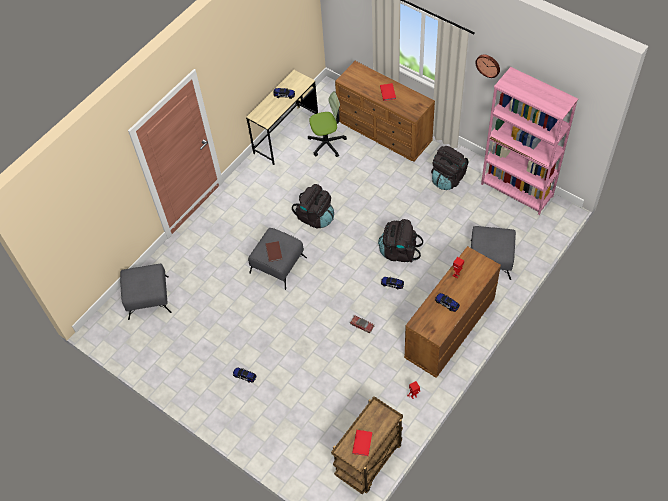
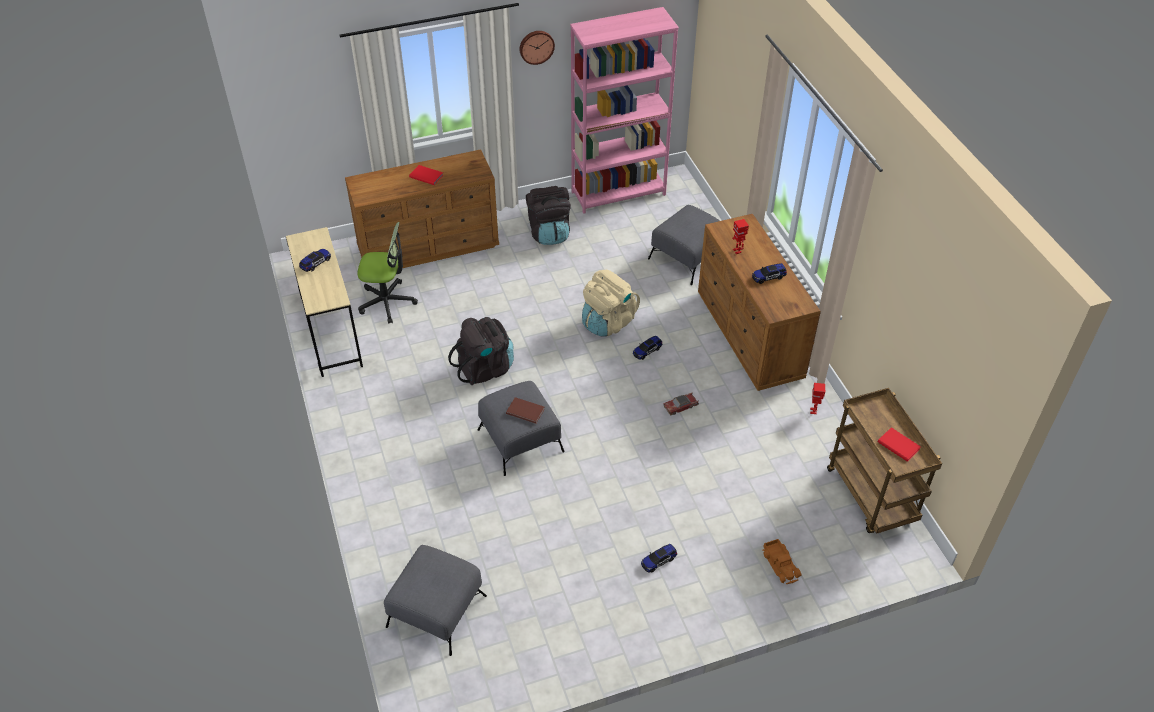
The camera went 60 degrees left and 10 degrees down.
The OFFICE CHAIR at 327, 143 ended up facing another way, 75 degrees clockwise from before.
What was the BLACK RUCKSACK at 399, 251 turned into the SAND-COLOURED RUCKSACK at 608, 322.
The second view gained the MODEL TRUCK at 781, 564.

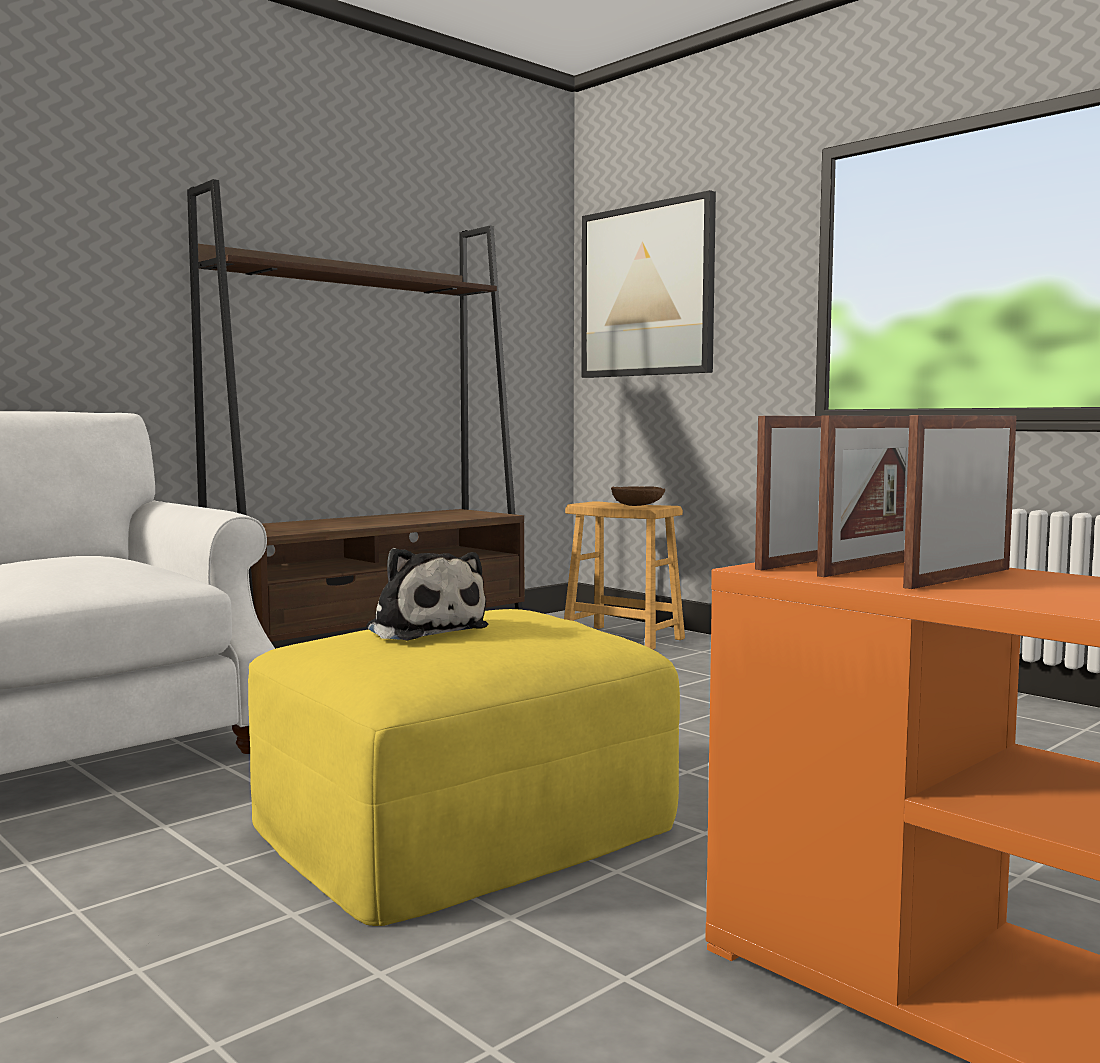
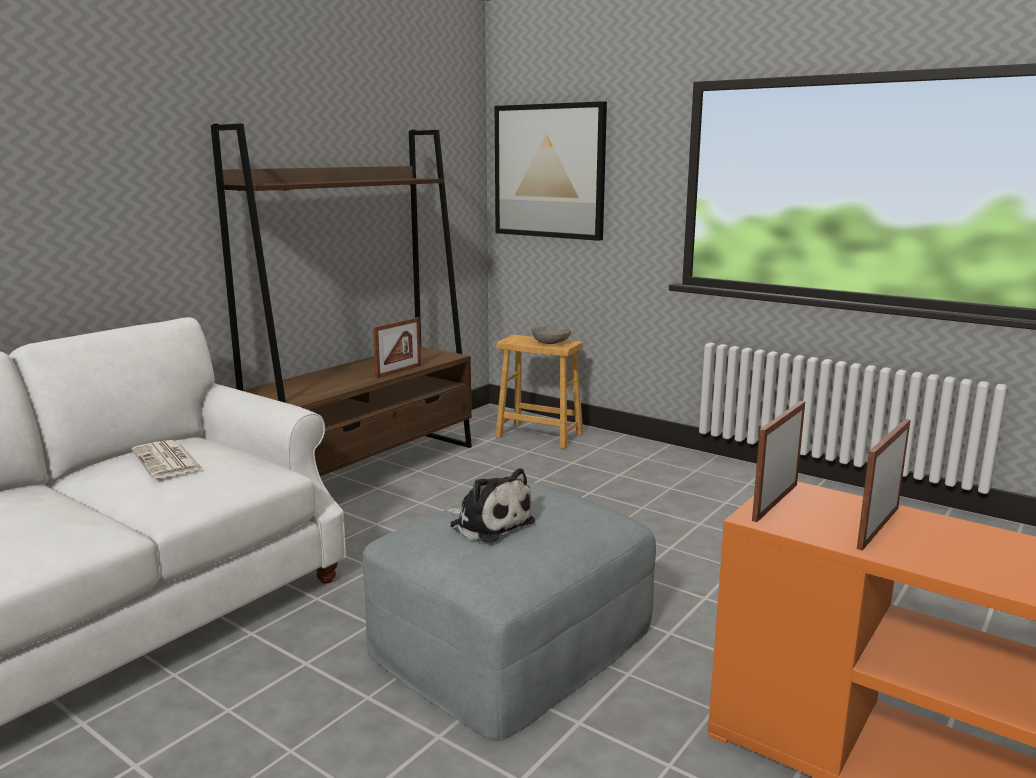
The camera went 10 degrees left and 10 degrees up.
The second view gained the PRINTED PAPER at 168, 461.
What was the YELLOW POUFFE at 462, 825 turned into the GREY POUFFE at 511, 641.
The STANDING FRAME ended up elsewhere, having gone from 871, 567 to 399, 371.
What was the BROWN-COLOURED BOWL at 637, 505 turned into the GREY BOWL at 551, 343.

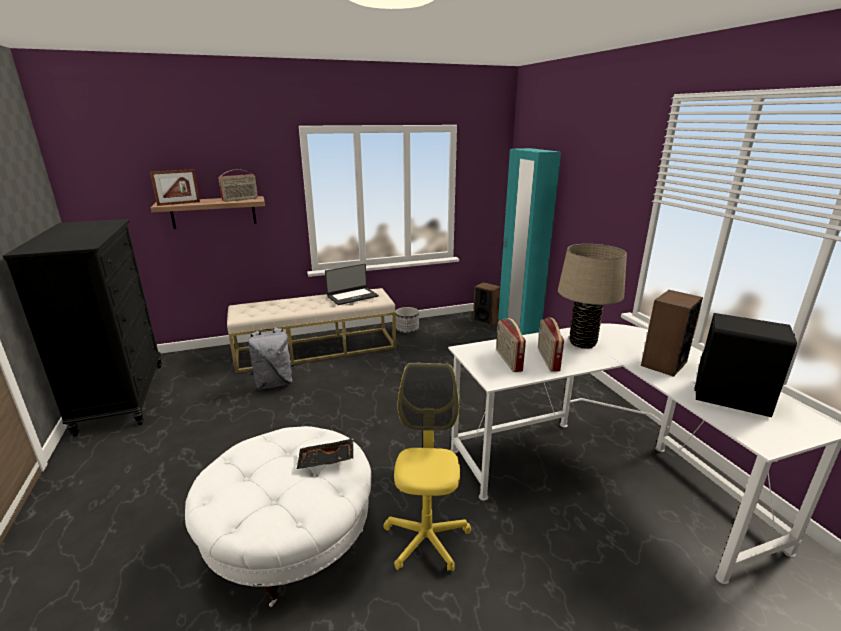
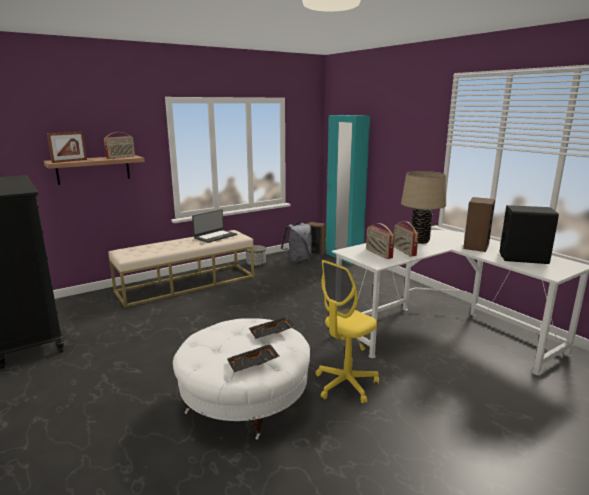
The camera went 15 degrees left and 5 degrees down.
The second view gained the BLACK TRAY at 253, 364.
The GREY RUCKSACK ended up elsewhere, having gone from 274, 383 to 298, 259.
The YELLOW OFFICE CHAIR at 426, 539 ended up facing another way, 120 degrees counterclockwise from before.

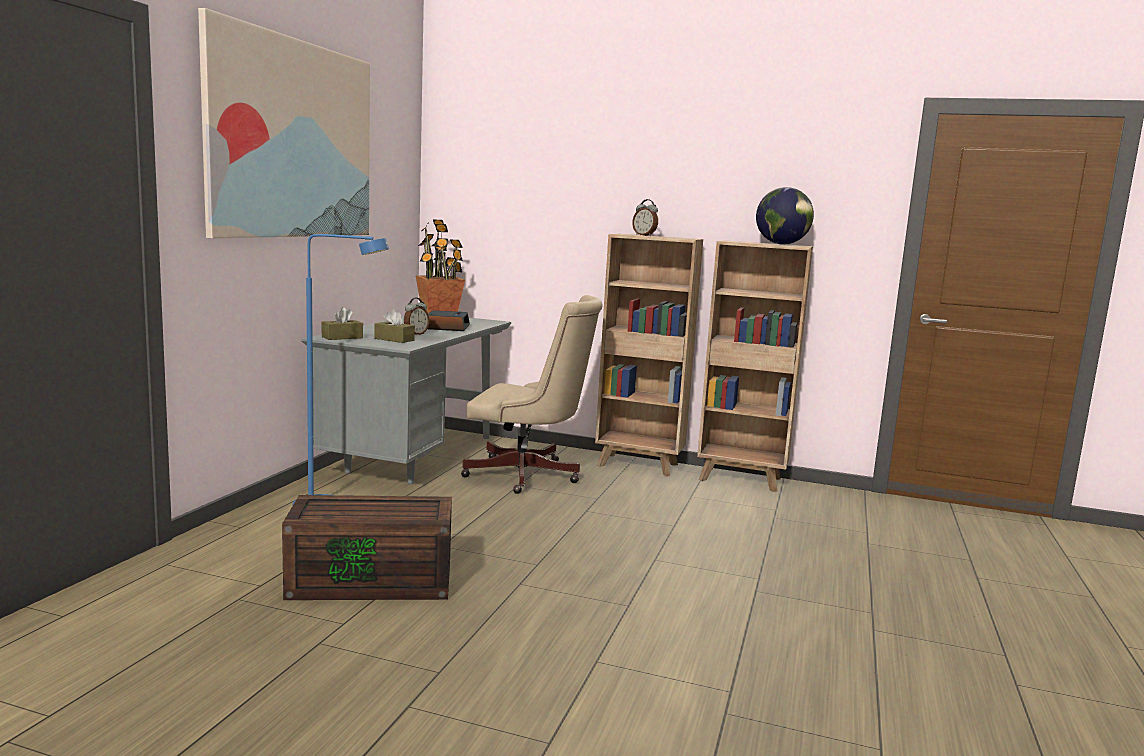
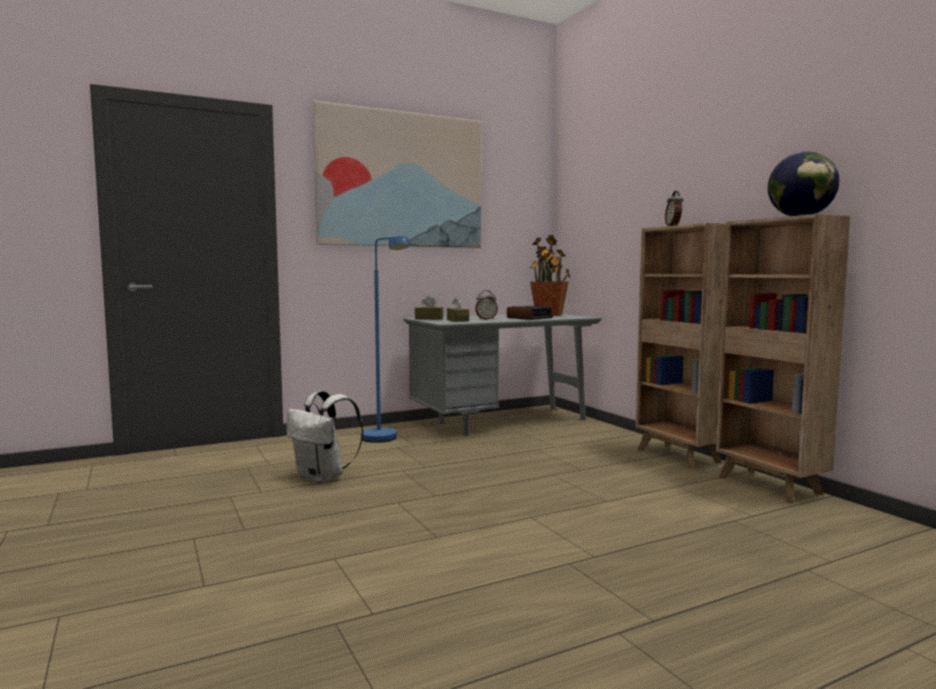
The camera went 45 degrees right and 5 degrees down.
Where the BROWN-COLOURED STORAGE BIN stood at 374, 580, the WHITISH RUCKSACK came to stand at 323, 477.
The second view lost the SAND-COLOURED OFFICE CHAIR at 528, 476.

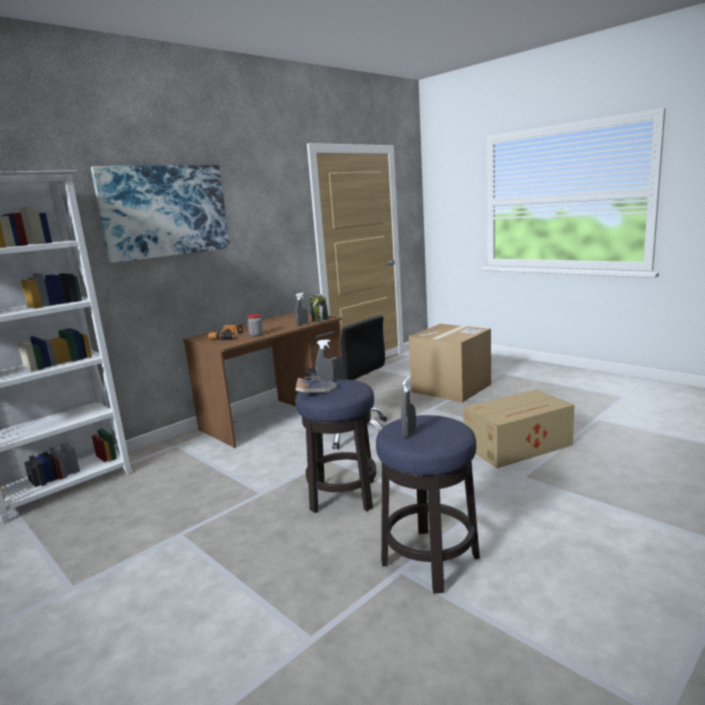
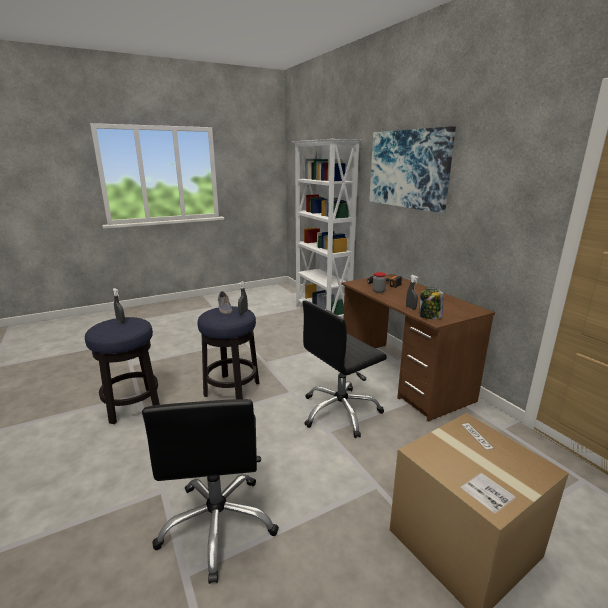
The camera went 105 degrees right and 5 degrees up.
Where the PACKING BOX stood at 519, 446, the BLACK OFFICE CHAIR came to stand at 218, 524.

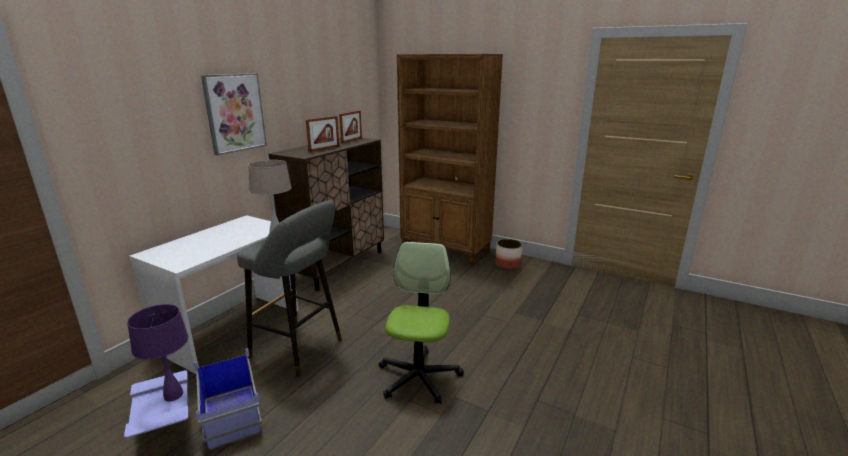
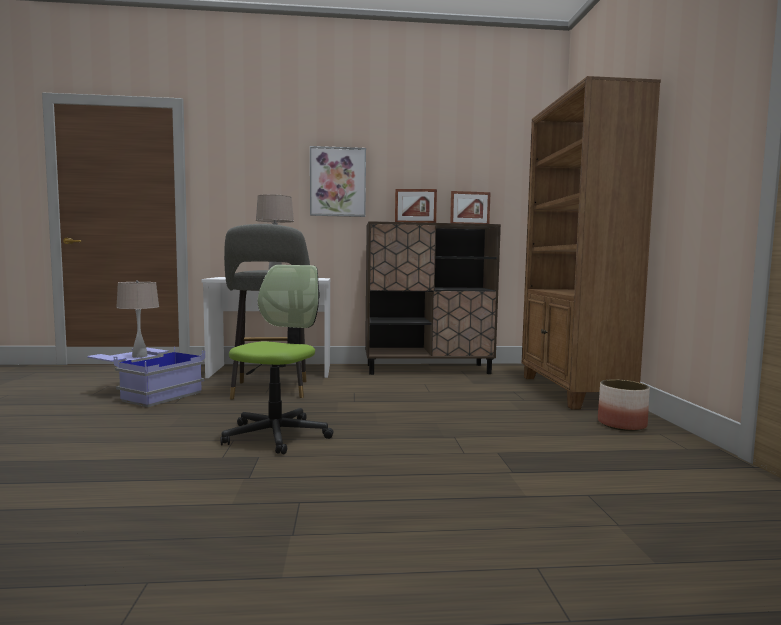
The camera went 55 degrees right and 15 degrees down.
What was the PURPLE-COLOURED TABLE LAMP at 173, 395 turned into the SAND-COLOURED TABLE LAMP at 140, 356.
The OFFICE CHAIR at 418, 377 ended up facing another way, 45 degrees counterclockwise from before.

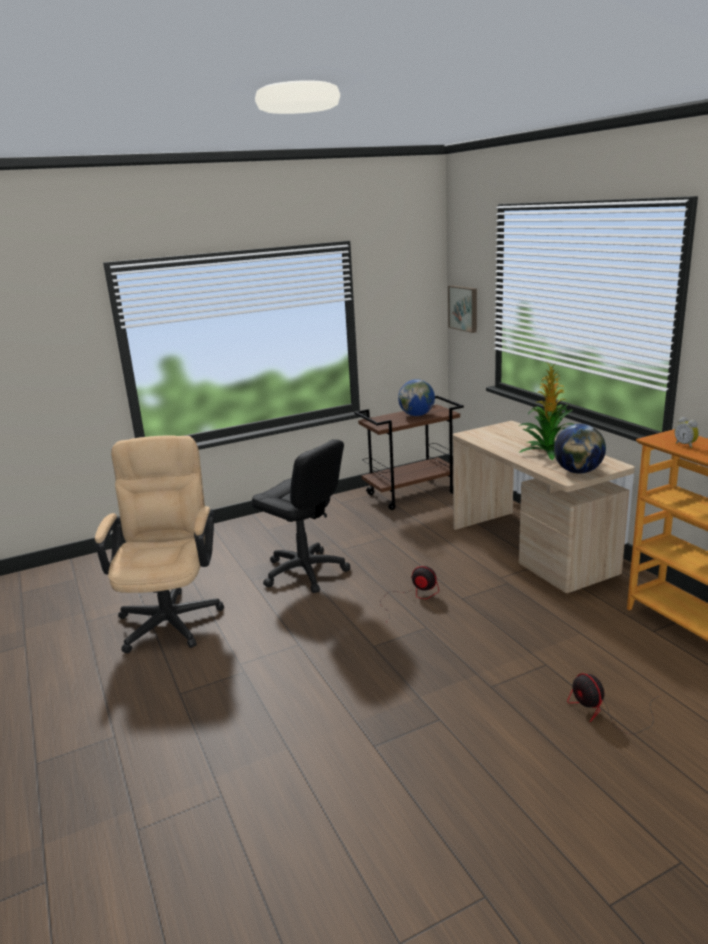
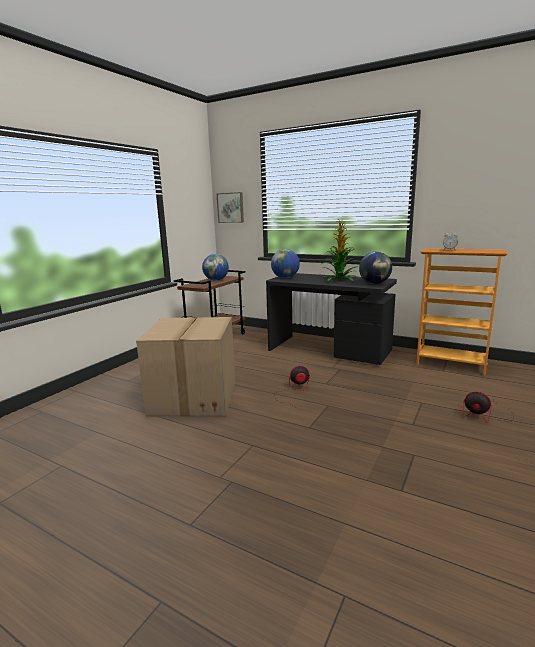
The camera went 35 degrees left and 5 degrees down.
Where the BLACK OFFICE CHAIR stood at 305, 572, the PACKING BOX came to stand at 195, 398.
What was the SAND-COLOURED DESK at 532, 550 turned into the BLACK DESK at 329, 350.
The second view gained the DESK GLOBE at 285, 278.
The second view lost the SAND-COLOURED OFFICE CHAIR at 171, 615.

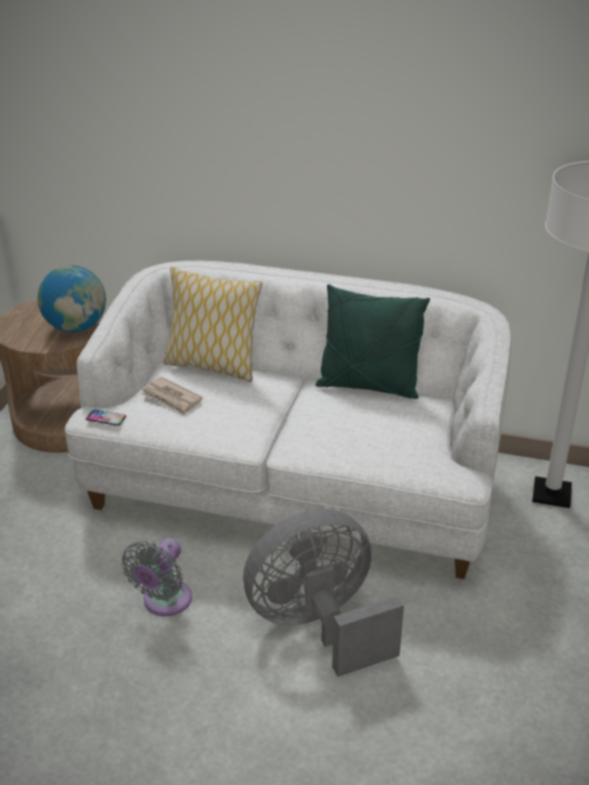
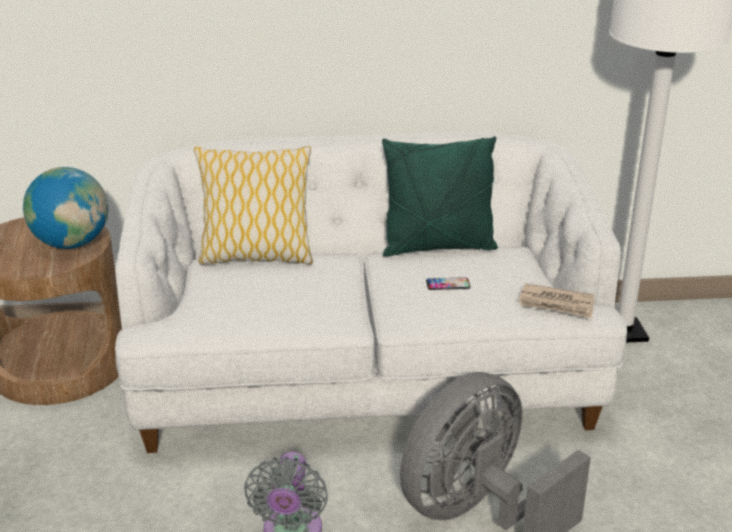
The camera went 20 degrees left and 5 degrees down.
The TELEPHONE ended up elsewhere, having gone from 106, 418 to 448, 284.
The PRINTED PAPER ended up elsewhere, having gone from 171, 398 to 556, 304.

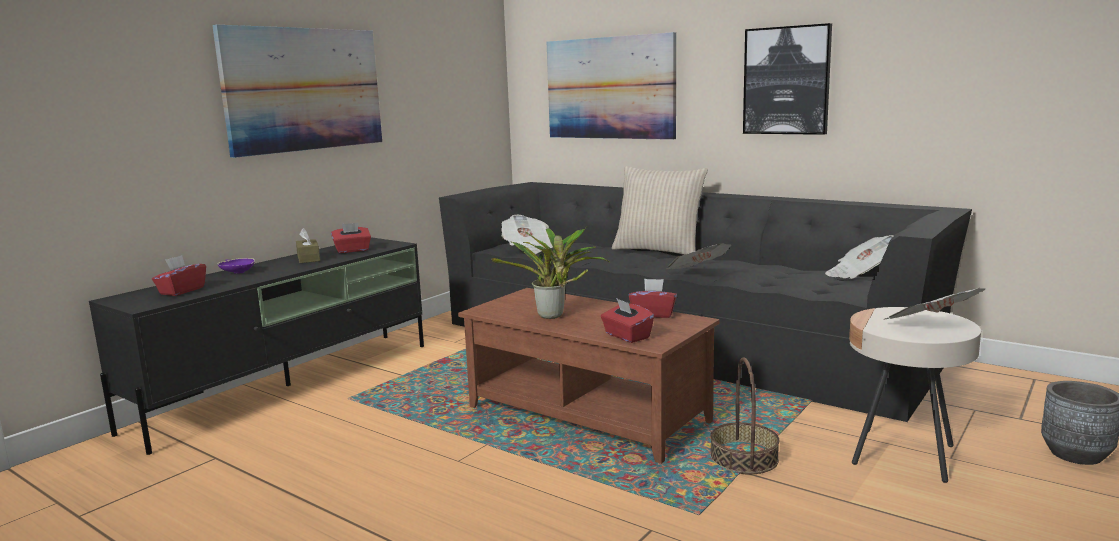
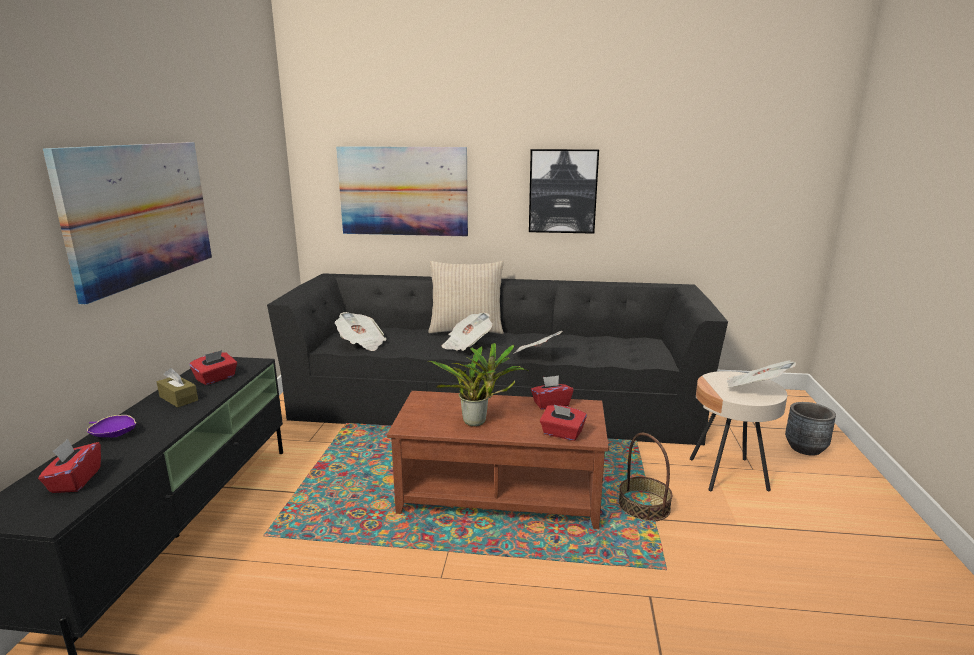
The camera went 30 degrees left and 5 degrees up.
The PRINTED PAPER ended up elsewhere, having gone from 861, 275 to 466, 344.

